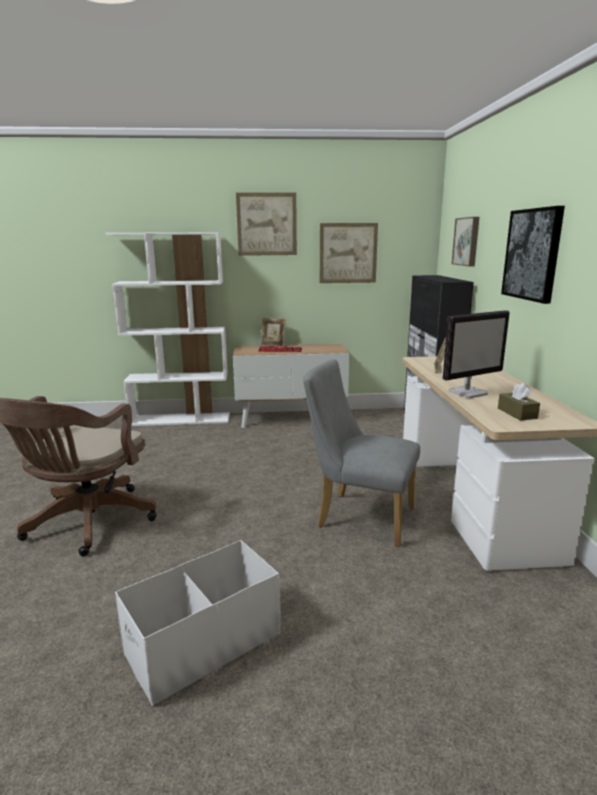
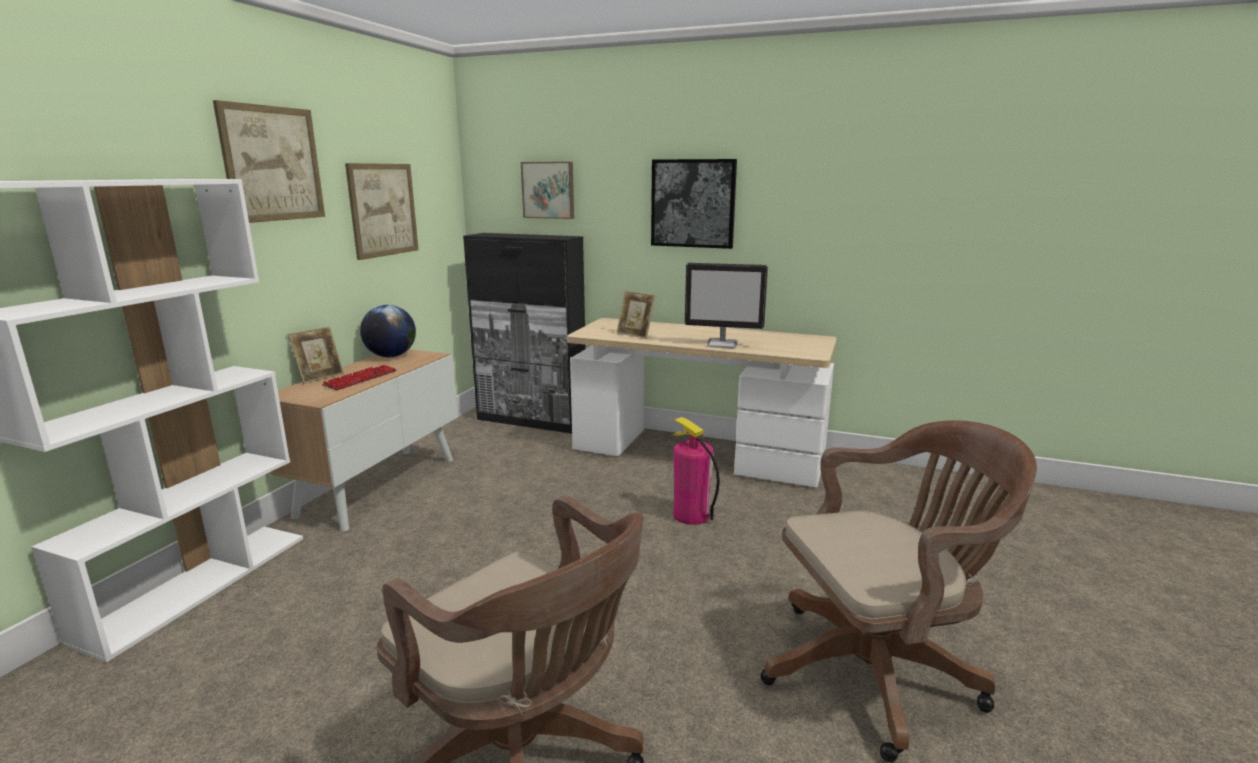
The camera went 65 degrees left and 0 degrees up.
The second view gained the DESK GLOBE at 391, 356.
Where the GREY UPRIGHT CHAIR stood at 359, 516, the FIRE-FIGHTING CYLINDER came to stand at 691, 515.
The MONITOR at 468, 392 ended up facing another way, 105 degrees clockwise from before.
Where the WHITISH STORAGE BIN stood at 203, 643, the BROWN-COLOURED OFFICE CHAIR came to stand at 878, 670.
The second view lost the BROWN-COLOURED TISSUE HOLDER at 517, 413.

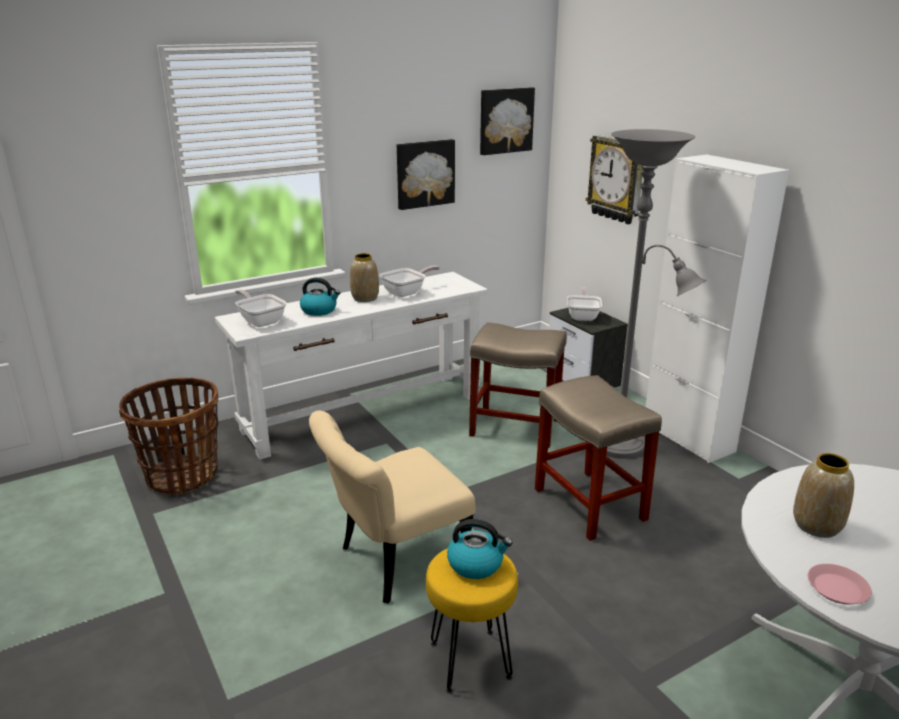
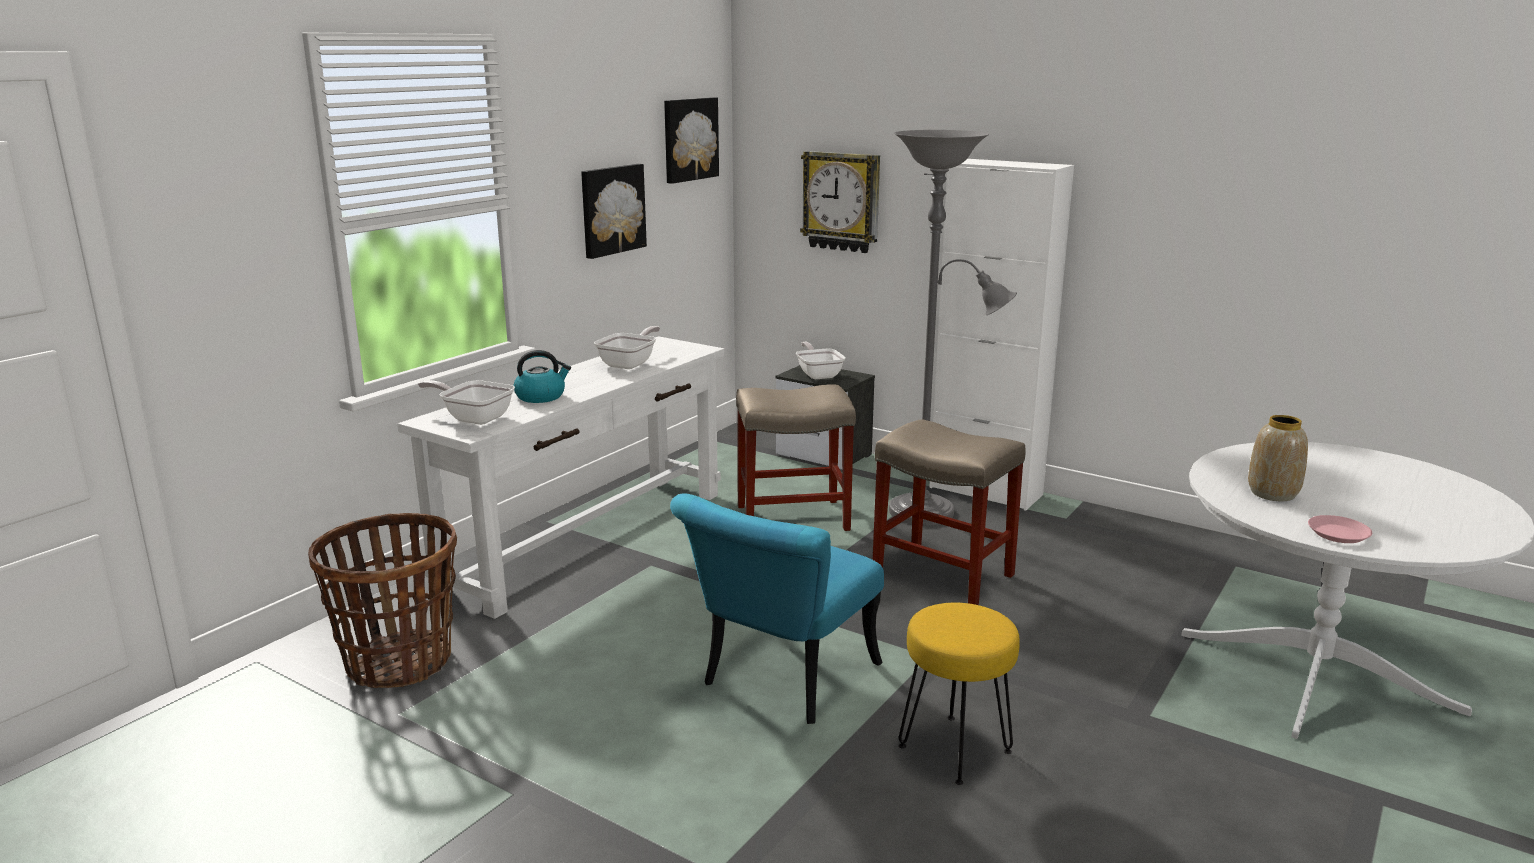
The camera went 25 degrees left and 5 degrees down.
What was the SAND-COLOURED UPRIGHT CHAIR at 394, 562 turned into the TURQUOISE UPRIGHT CHAIR at 781, 682.
The second view lost the VASE at 365, 298.
The second view lost the WATER KETTLE at 476, 564.

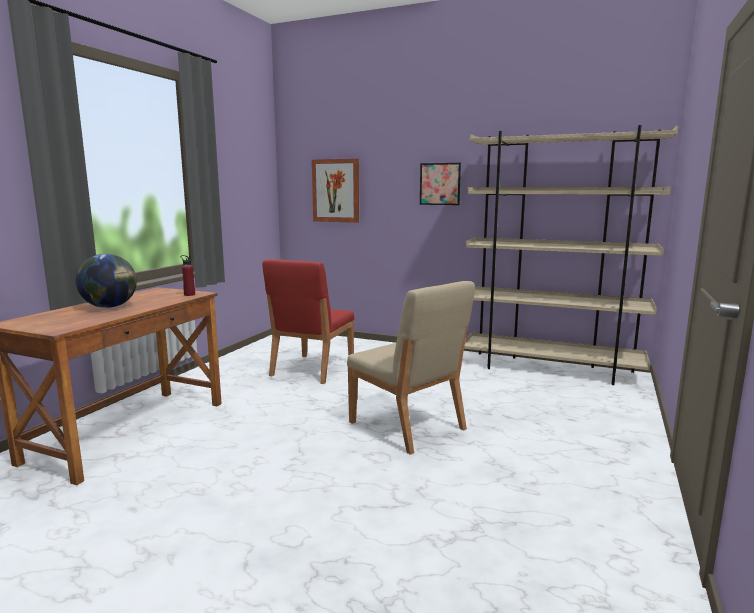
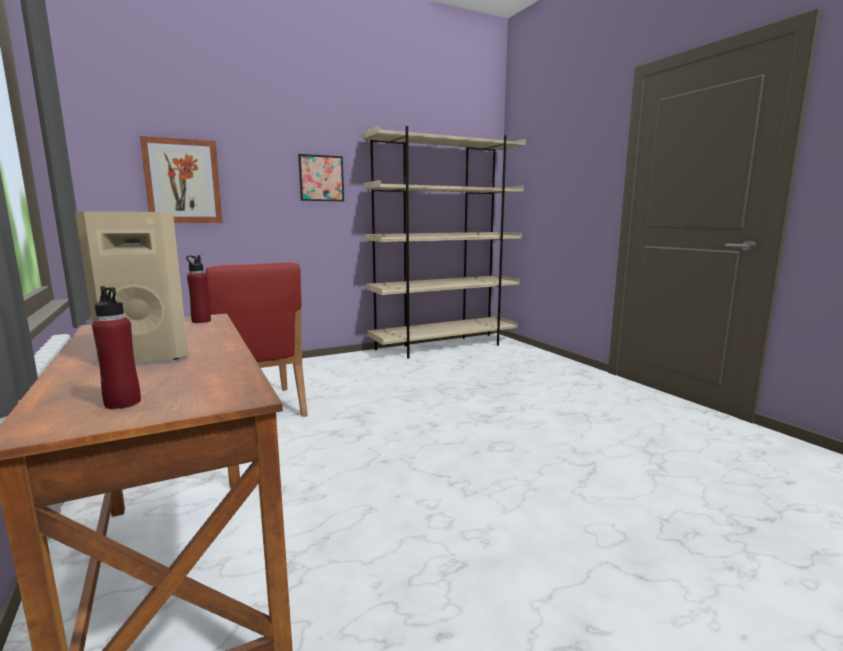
The camera went 50 degrees left and 0 degrees up.
Where the DESK GLOBE stood at 110, 307, the SAND-COLOURED AUDIO SPEAKER came to stand at 149, 356.
The second view gained the REDDISH BEVERAGE BOTTLE at 123, 403.
The second view lost the SAND-COLOURED UPRIGHT CHAIR at 407, 426.

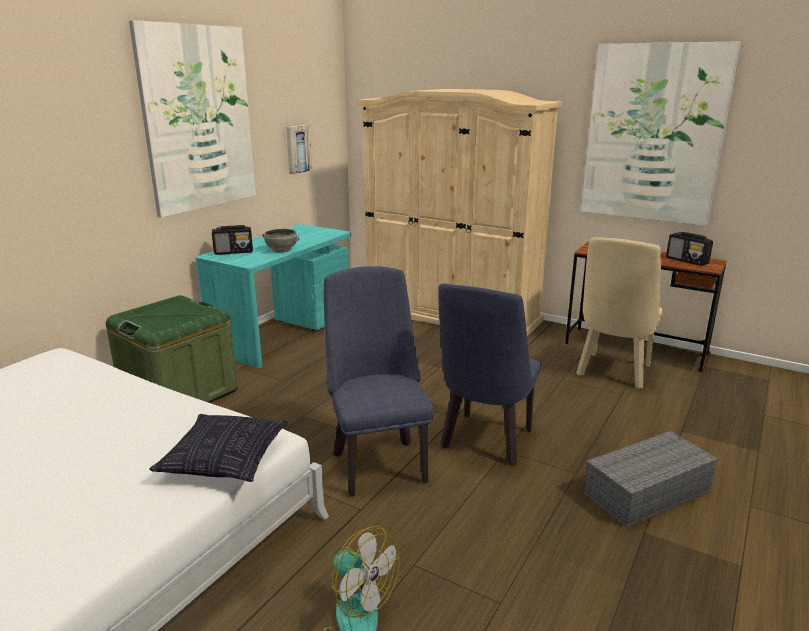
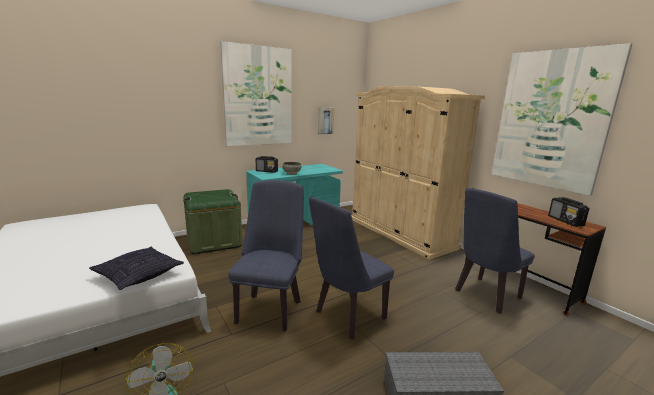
The camera went 25 degrees right and 5 degrees down.
What was the SAND-COLOURED UPRIGHT CHAIR at 613, 373 turned into the BLUE UPRIGHT CHAIR at 485, 296.

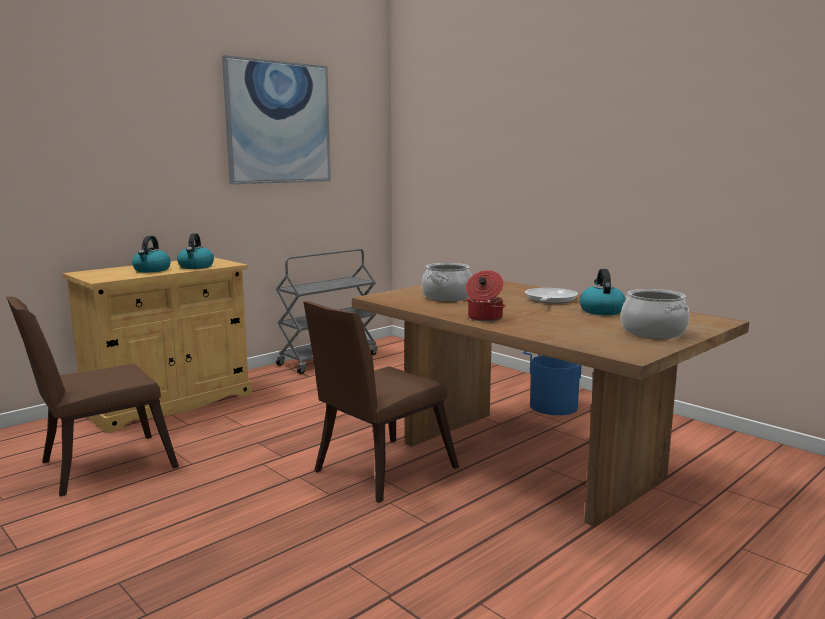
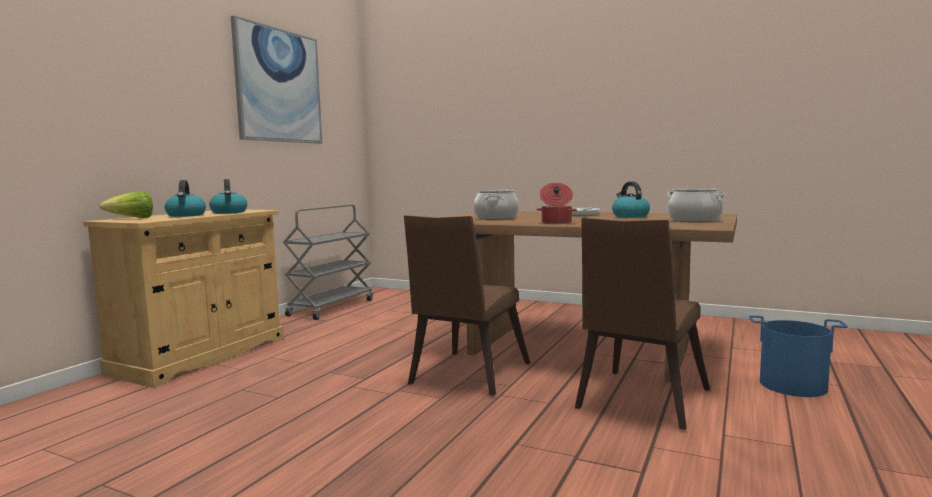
The camera went 20 degrees left and 5 degrees down.
The second view gained the LETTUCE HEAD at 132, 218.
The BROWN-COLOURED UPRIGHT CHAIR ended up elsewhere, having gone from 99, 466 to 639, 401.
The BLUE WATER BUCKET ended up elsewhere, having gone from 554, 406 to 792, 385.

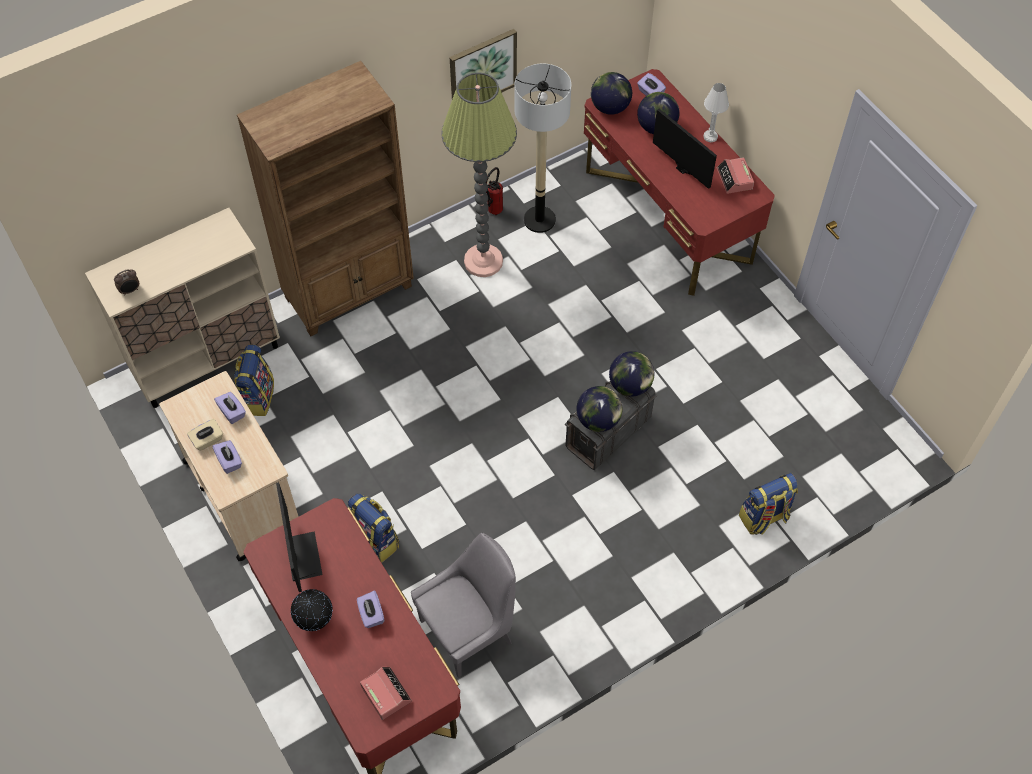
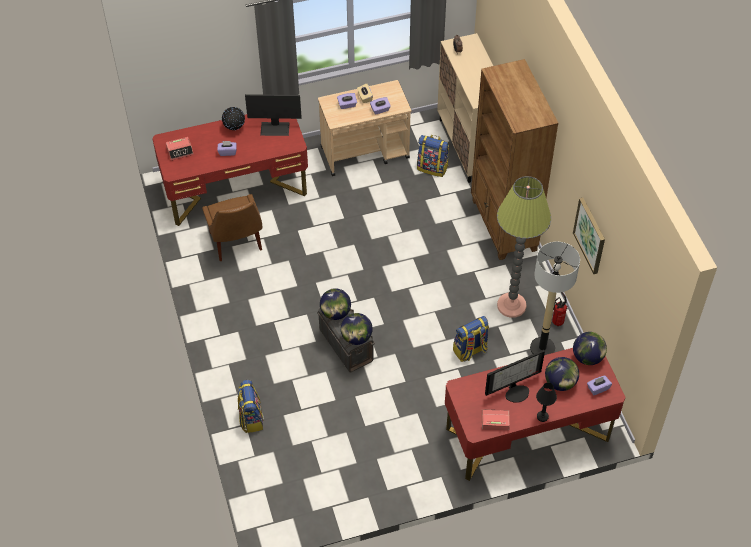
The camera went 105 degrees right and 5 degrees down.
What was the GREY UPRIGHT CHAIR at 469, 630 turned into the BROWN-COLOURED UPRIGHT CHAIR at 236, 243.
The RUCKSACK ended up elsewhere, having gone from 376, 540 to 470, 350.
What was the WHITISH TABLE LAMP at 710, 137 turned into the BLACK TABLE LAMP at 542, 416.

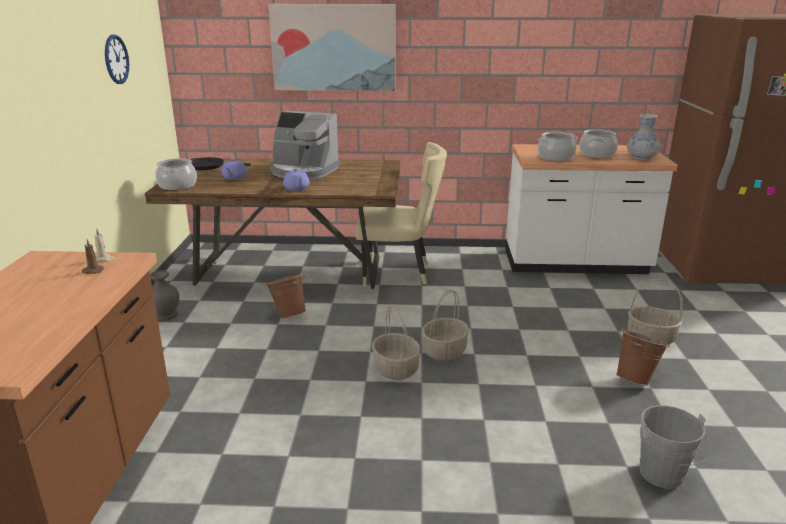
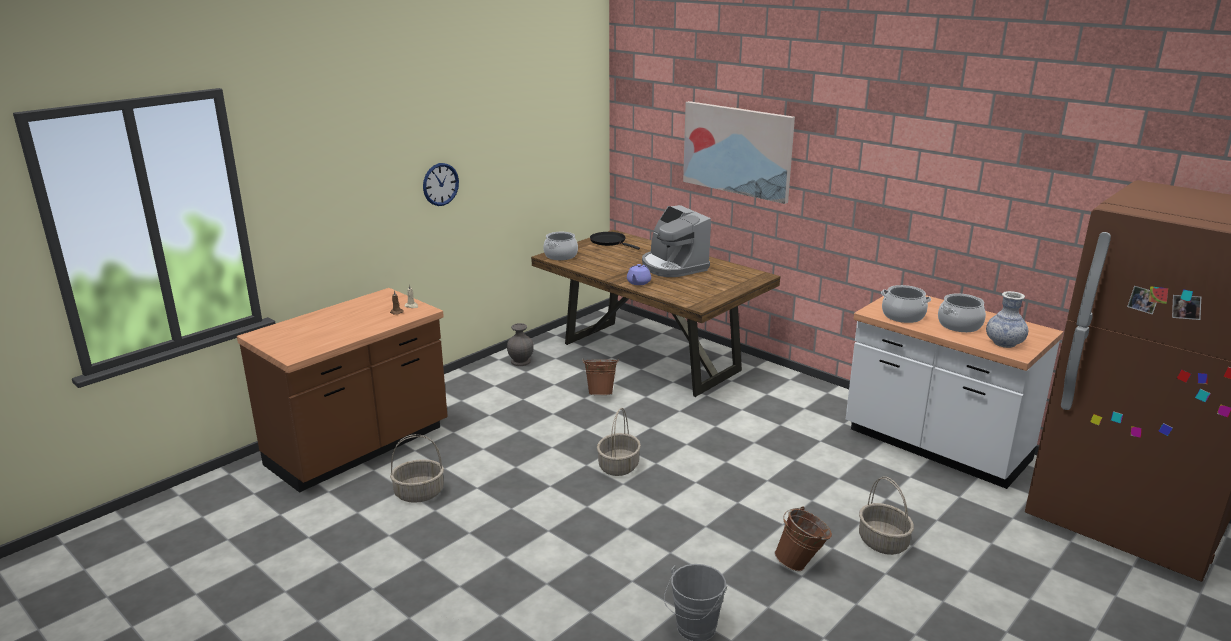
The camera went 40 degrees right and 0 degrees up.
The HOUSEHOLD BASKET ended up elsewhere, having gone from 444, 351 to 419, 493.
The HANGING CLOCK ended up elsewhere, having gone from 116, 59 to 440, 184.
The second view lost the PURPLE-COLOURED TEA POT at 234, 178.
The second view lost the SAND-COLOURED UPRIGHT CHAIR at 399, 273.

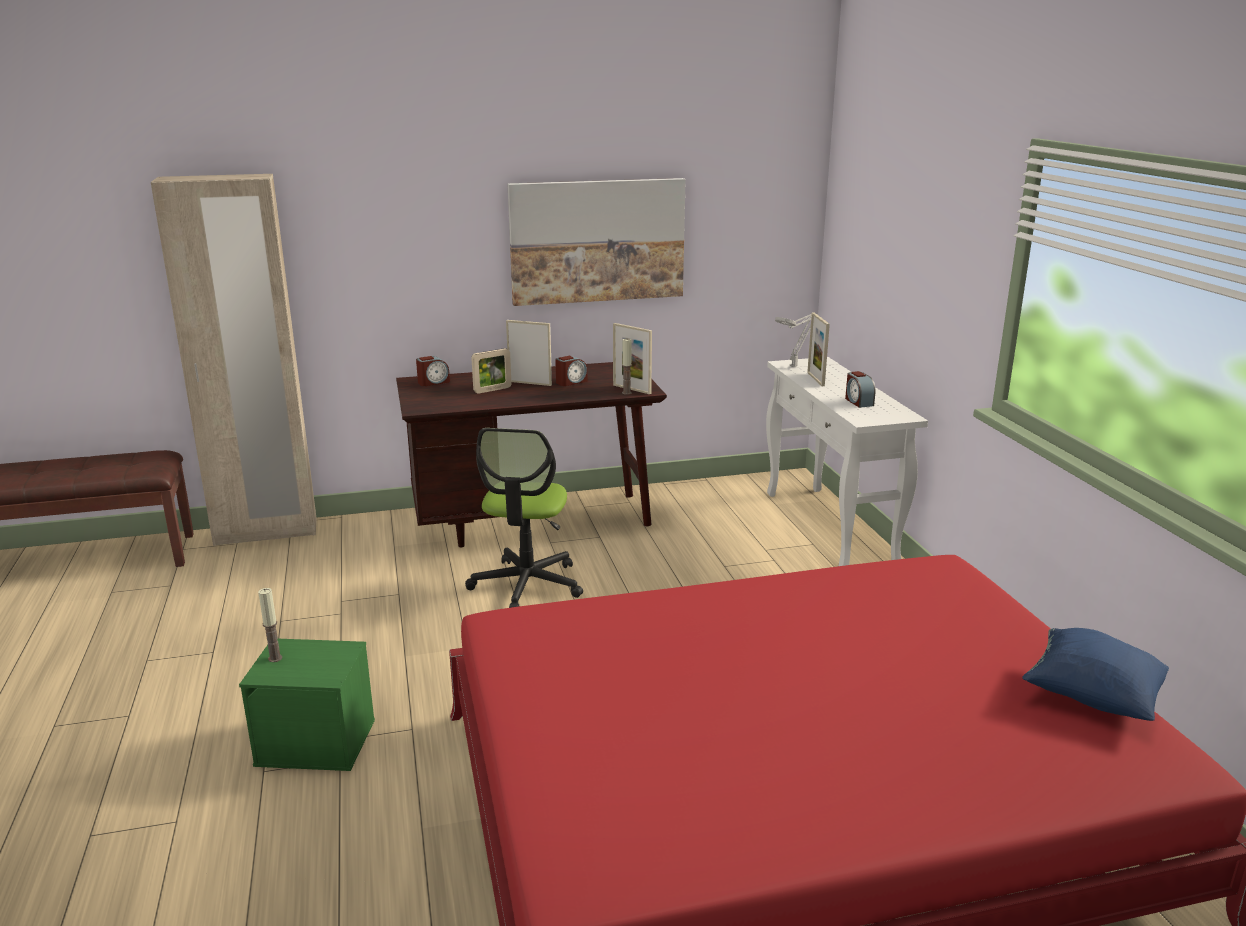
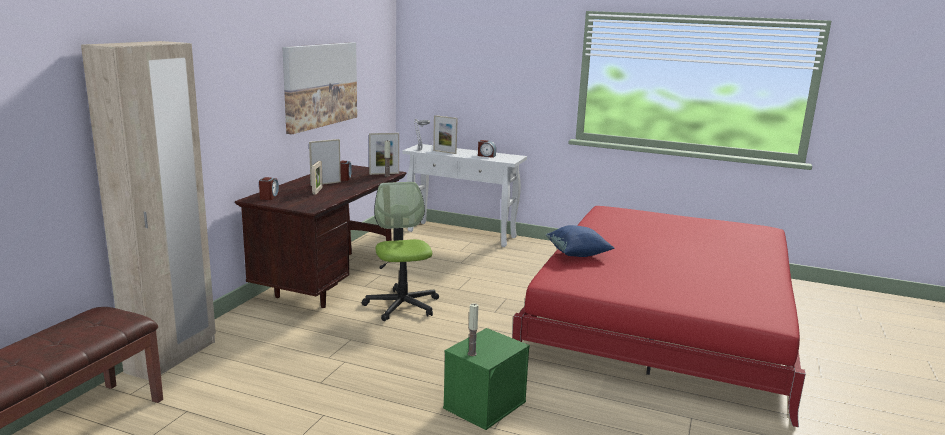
The camera went 55 degrees left and 5 degrees down.
The OFFICE CHAIR at 527, 585 ended up facing another way, 150 degrees counterclockwise from before.
The BLUE THROW PILLOW ended up elsewhere, having gone from 1091, 697 to 577, 254.

